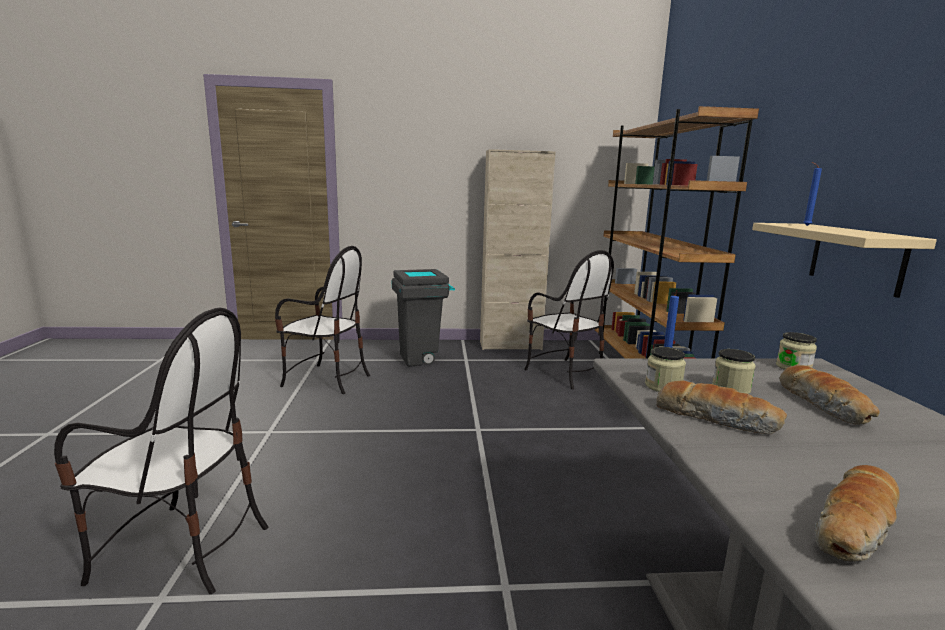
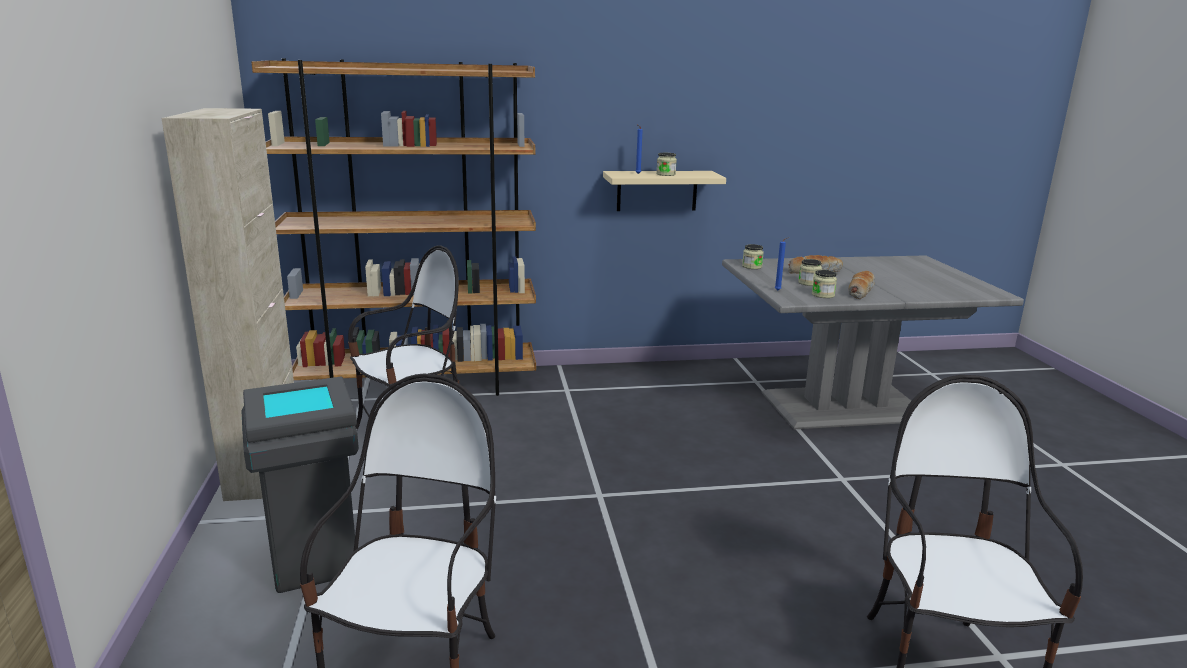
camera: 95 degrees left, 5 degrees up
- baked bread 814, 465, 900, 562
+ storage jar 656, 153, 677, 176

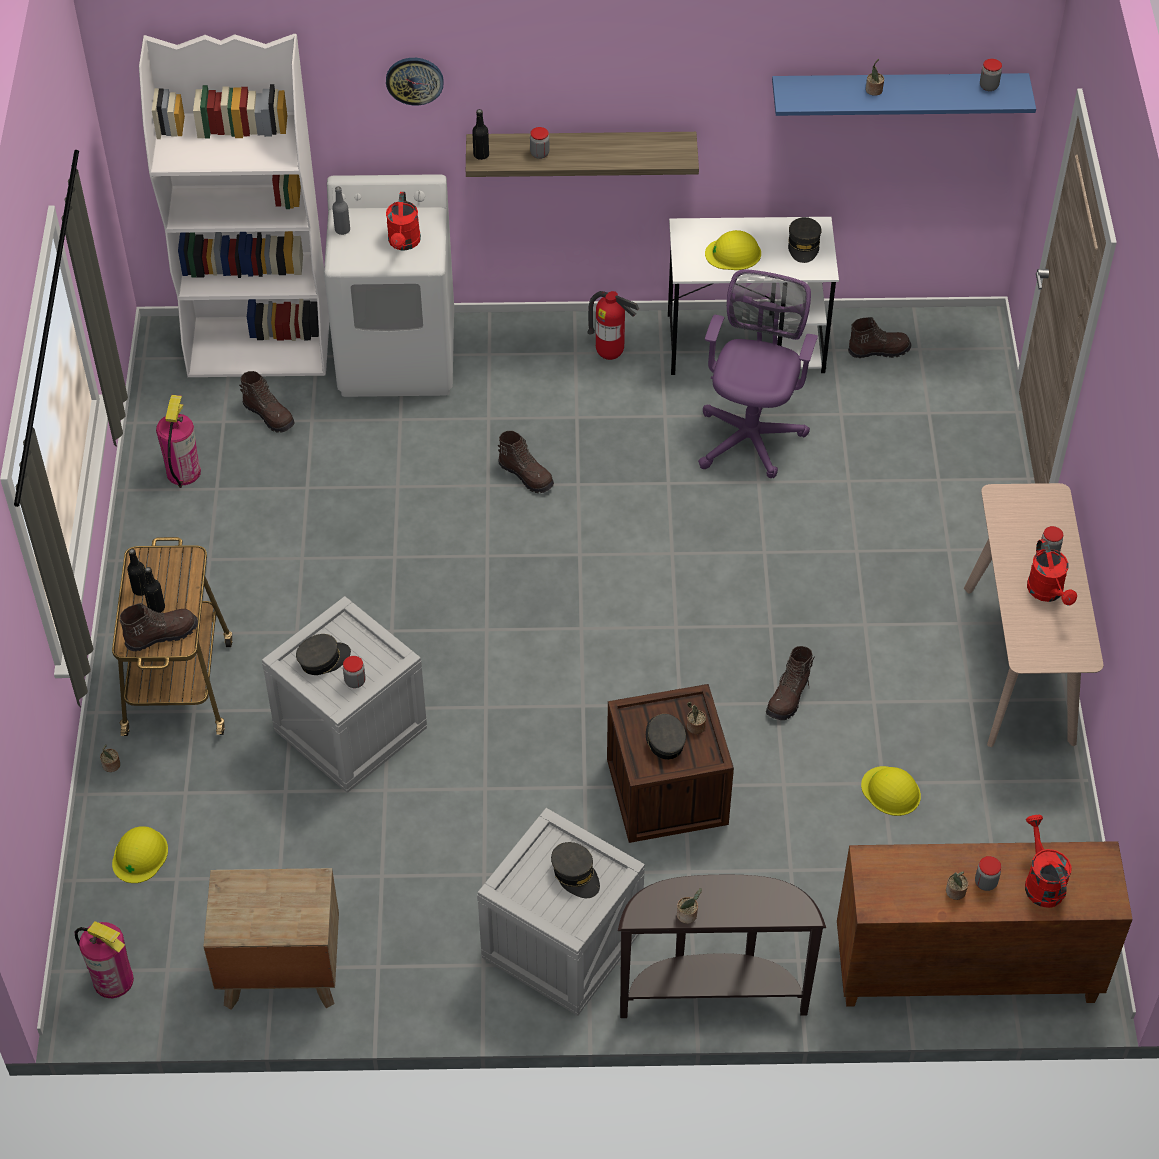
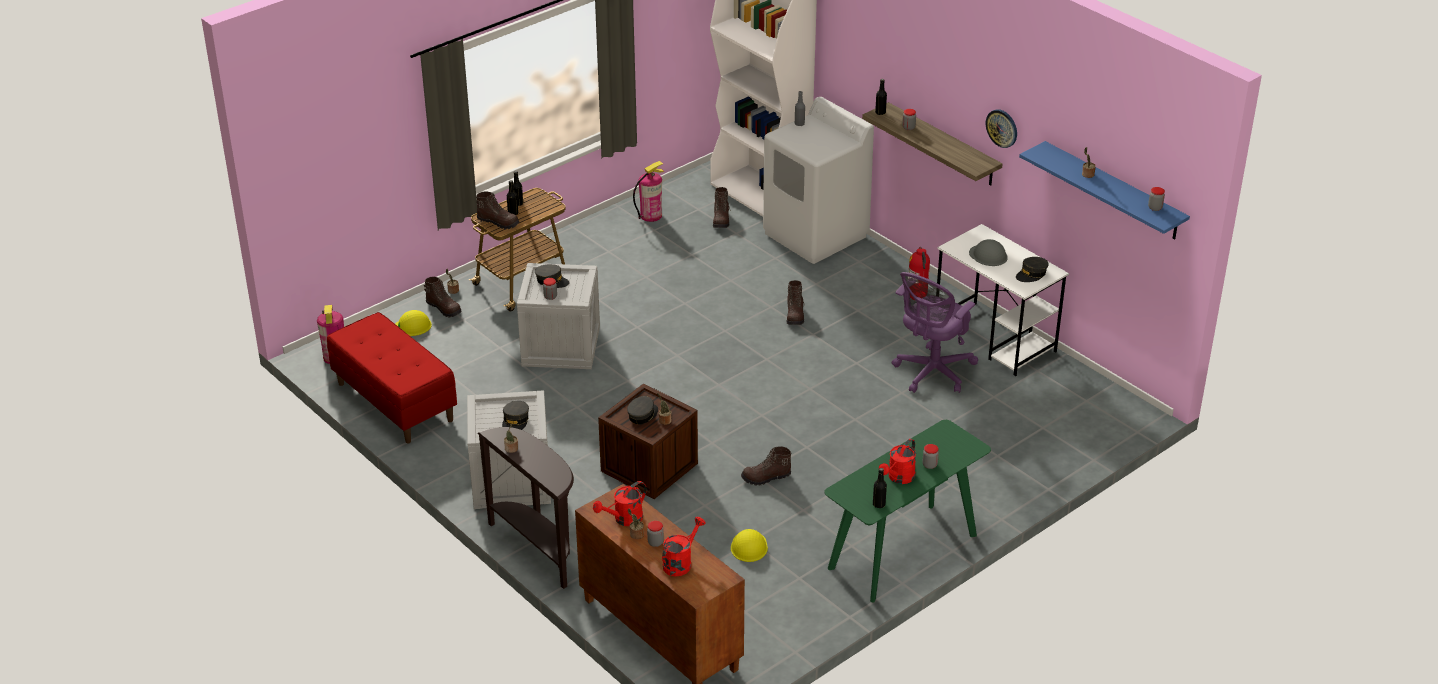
camera: 50 degrees right, 15 degrees down
~ hanging clock 386, 58, 444, 105 to 986, 109, 1017, 148
~ sprinkling can (red-coloured) 386, 192, 421, 250 to 593, 481, 647, 526
~ hard hat (yellow-coloured) 705, 230, 761, 270 to hard hat (greyish) 969, 239, 1008, 266
~ office chair (purplish) 698, 269, 818, 478 = 892, 272, 978, 393 150 degrees clockwise
~ tall boot (brownish) 848, 317, 911, 358 to 424, 277, 462, 317
~ narrow table (beige-coloured) 964, 483, 1103, 747 to narrow table (greenish) 824, 420, 991, 603
~ night table (brownish) 203, 868, 339, 1010 to long seat (red-coloured) 327, 312, 457, 443
+ drink bottle (blackish) 873, 468, 887, 508

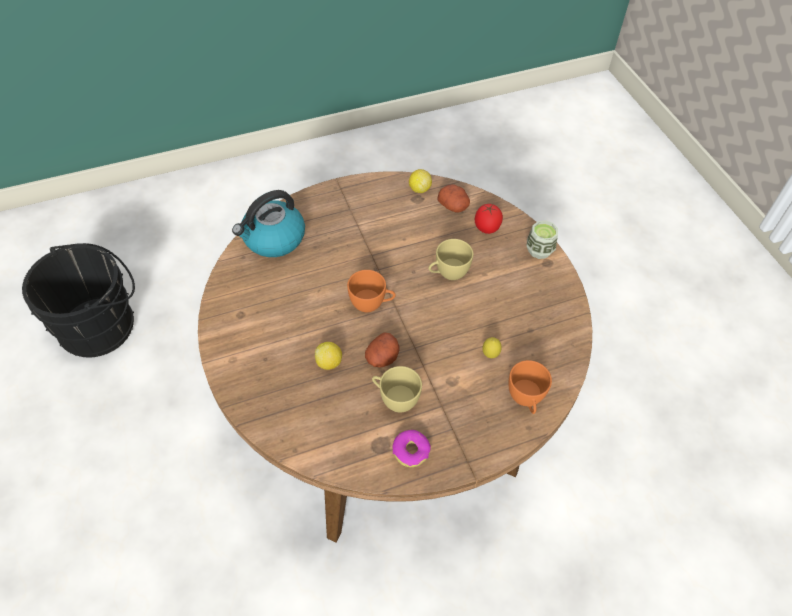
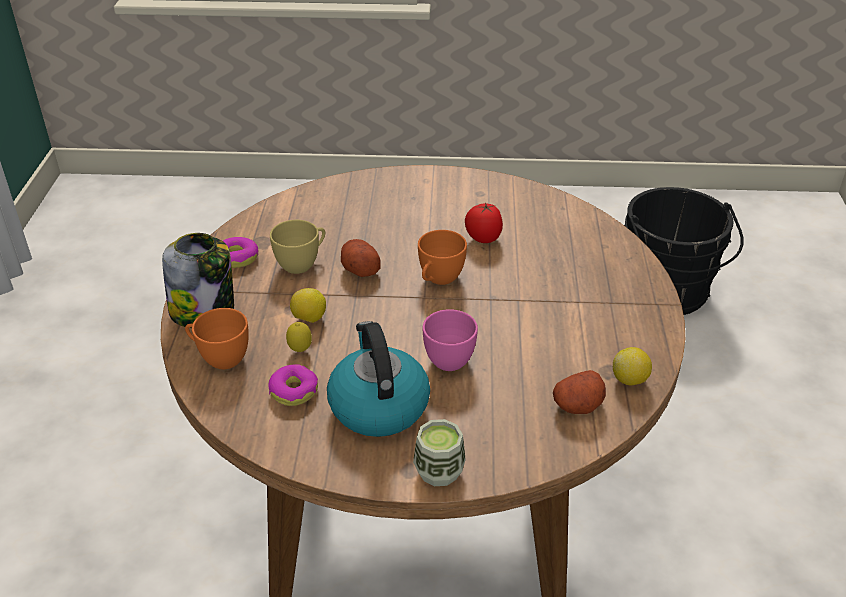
camera: 115 degrees right, 15 degrees down
~ water kettle 232, 190, 305, 257 to 327, 321, 430, 437
~ fresh tomato 475, 204, 503, 234 to 465, 202, 503, 243
~ drinking cup (yellow-coloured) 429, 239, 473, 280 to drinking cup (pinkish) 423, 309, 478, 371
~ lemon 315, 342, 342, 370 to 290, 288, 326, 323
+ storage jar 162, 233, 234, 328
+ ring doughnut 268, 364, 318, 406

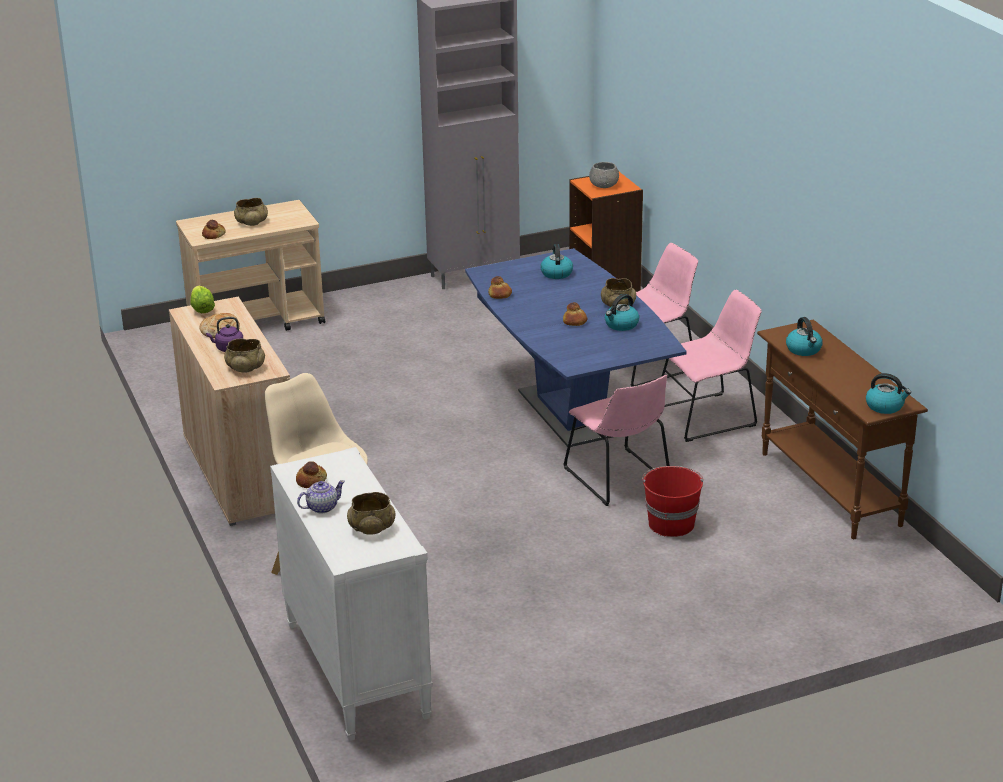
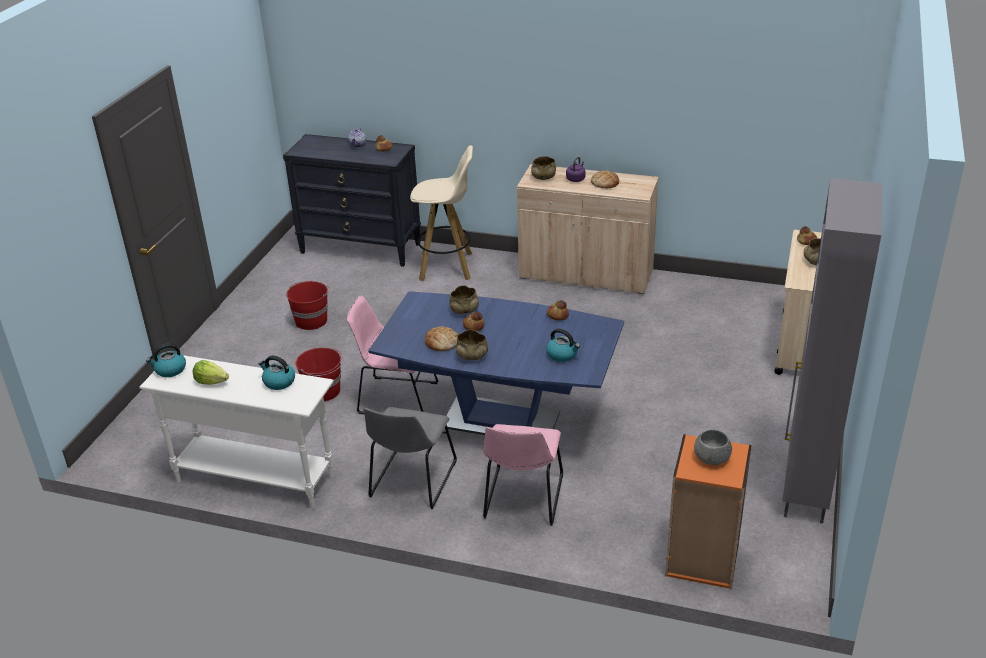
camera: 130 degrees right, 5 degrees up
~ lettuce 190, 286, 215, 313 to 193, 360, 229, 385
~ plain chair (pinkish) 661, 290, 762, 442 to plain chair (greyish) 363, 407, 457, 509
~ water kettle 605, 294, 639, 331 to baked bread 425, 326, 458, 351
~ narrow table (brownish) 757, 320, 928, 539 to narrow table (whitish) 139, 355, 334, 509
~ drawer chest (whitish) 270, 447, 433, 741 to drawer chest (blackish) 283, 134, 421, 267
~ serving bowl (beige-coloured) 347, 492, 395, 535 to 450, 285, 479, 314
+ water bucket (red-coloured) 286, 281, 330, 330

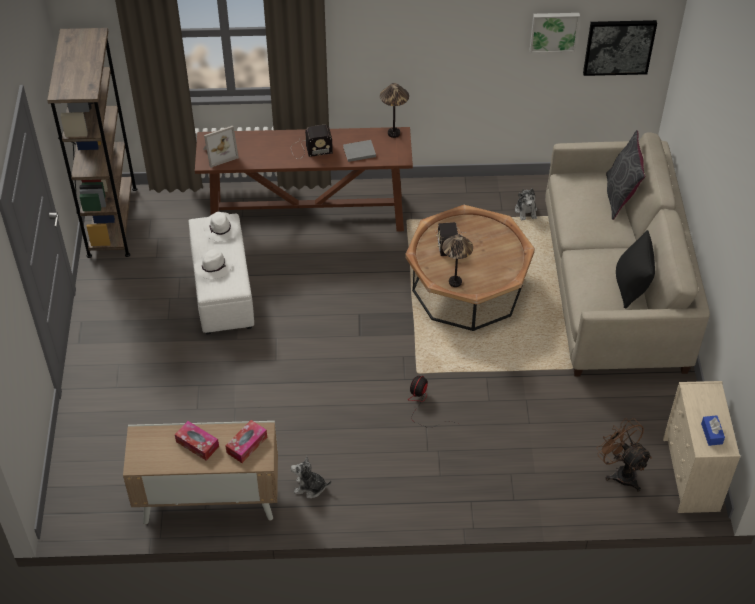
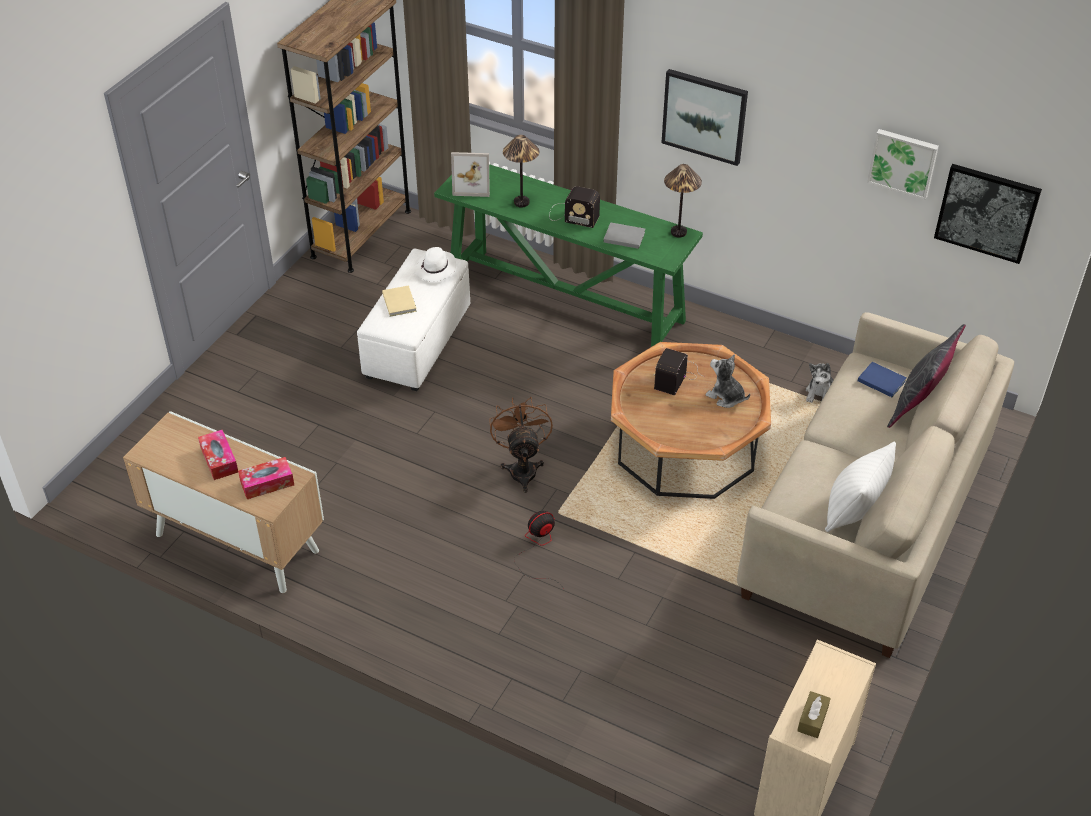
camera: 30 degrees right, 5 degrees down
~ narrow table (brownish) 195, 127, 413, 232 to narrow table (greenish) 434, 164, 703, 347
~ pillow (blackish) 616, 230, 655, 308 to pillow (whitish) 825, 441, 896, 532
~ tabletop lamp 442, 234, 473, 287 to 503, 135, 539, 208
~ clothing hat (whitish) 194, 249, 233, 279 to book (beige-coloured) 382, 286, 417, 317
~ tissue holder (blue-coloured) 701, 415, 725, 446 to tissue holder (brownish) 797, 691, 831, 738
~ fan (brownish) 597, 418, 652, 492 to 489, 397, 553, 493
~ soft toy 291, 456, 331, 498 to 706, 354, 750, 408
+ picture 661, 69, 748, 166
+ book (blue-coloured) 858, 362, 907, 397

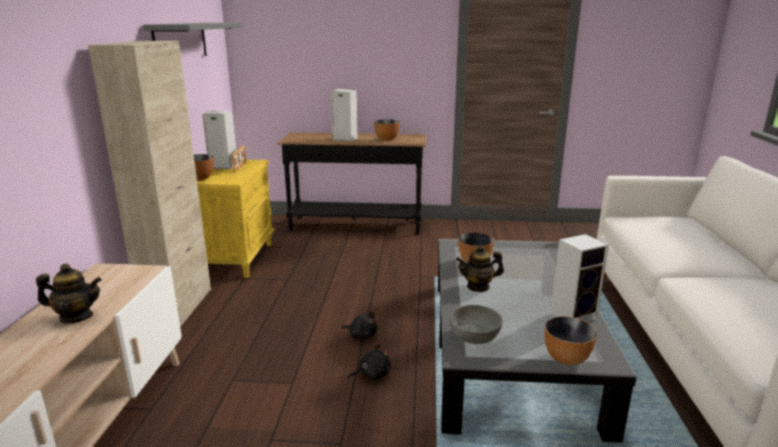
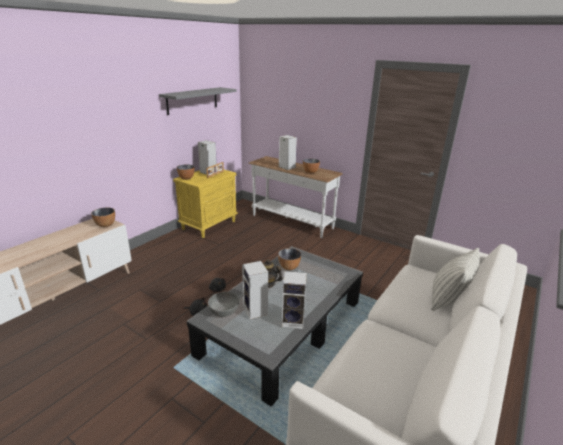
camera: 30 degrees right, 5 degrees up
- storage cabinet (beige-coloured) 88, 41, 211, 327
~ narrow table (blackish) 277, 133, 426, 235 to narrow table (whitish) 248, 156, 342, 238
- pot for tea 36, 263, 102, 324
~ serving bowl 544, 316, 597, 365 to 91, 208, 115, 227
+ pillow 431, 248, 480, 311
+ audio speaker 242, 261, 268, 319

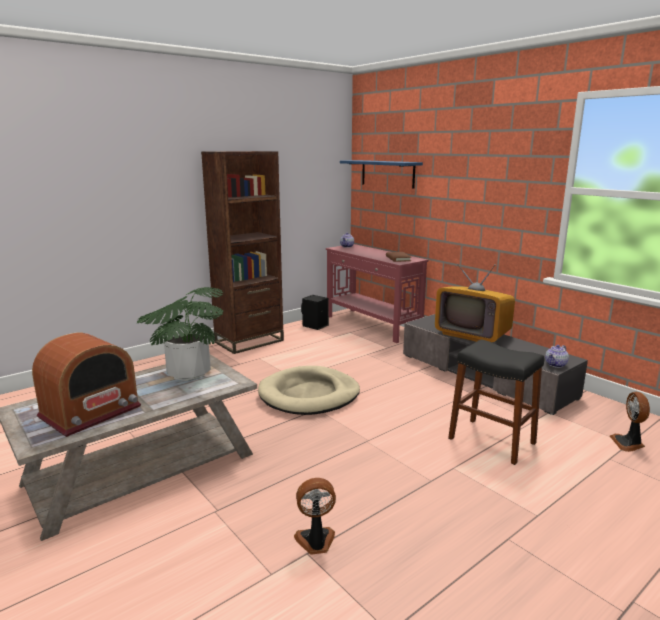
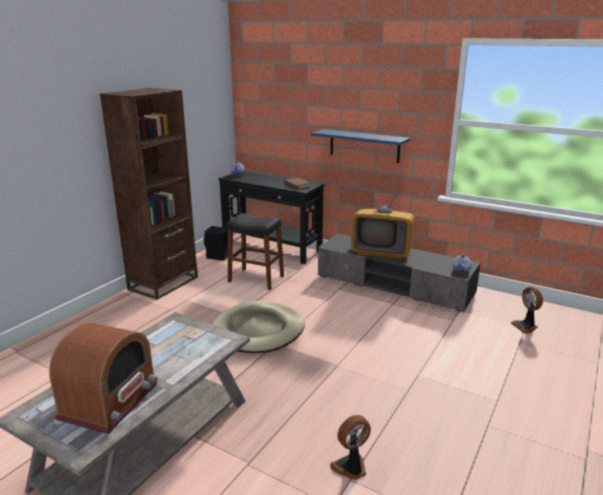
camera: 20 degrees left, 5 degrees up
~ bracket shelf (blue-coloured) 340, 160, 423, 189 to 311, 129, 410, 163
~ narrow table (red-coloured) 326, 244, 428, 343 to narrow table (blackish) 218, 171, 324, 264
- houseplant 137, 287, 223, 381
~ stool (blackish) 448, 340, 544, 465 to 226, 213, 284, 290

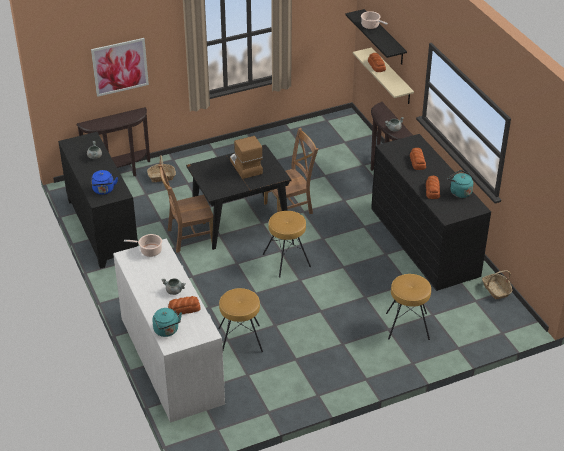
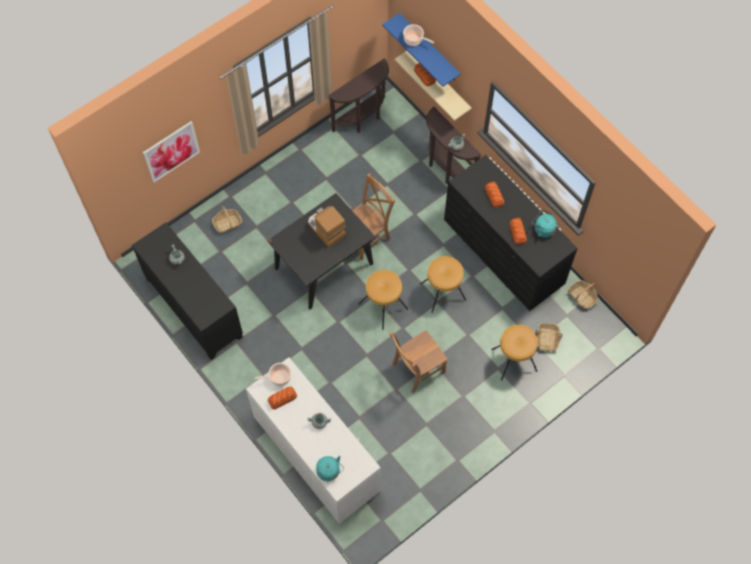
camera: 15 degrees left, 25 degrees up
~ bracket shelf (blackish) 345, 9, 407, 65 to bracket shelf (blue-coloured) 382, 13, 461, 87
~ narrow table (brownish) 76, 107, 150, 176 to 328, 58, 389, 133
~ plain chair (brownish) 158, 164, 213, 253 to 389, 330, 448, 393
- water kettle (blue-coloured) 91, 170, 118, 195
~ stool (brownish) 218, 288, 263, 352 to 419, 256, 466, 313
~ baked bread 168, 296, 201, 315 to 268, 387, 297, 409
+ basket 537, 323, 563, 351

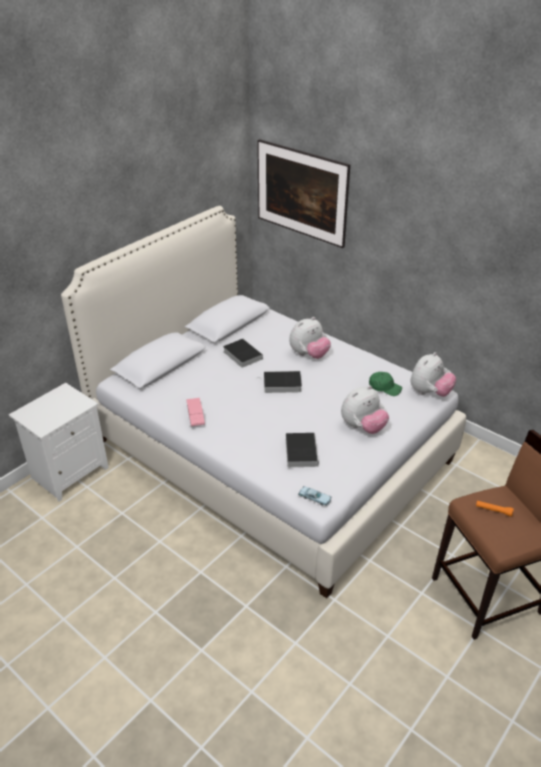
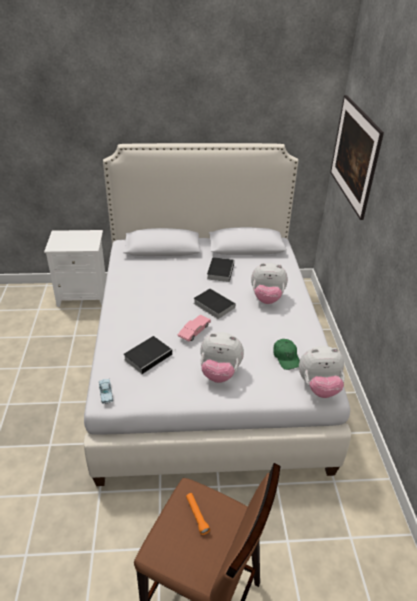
camera: 45 degrees right, 0 degrees up
~ miniature car (pinkish) 186, 398, 205, 426 to 177, 315, 211, 341

